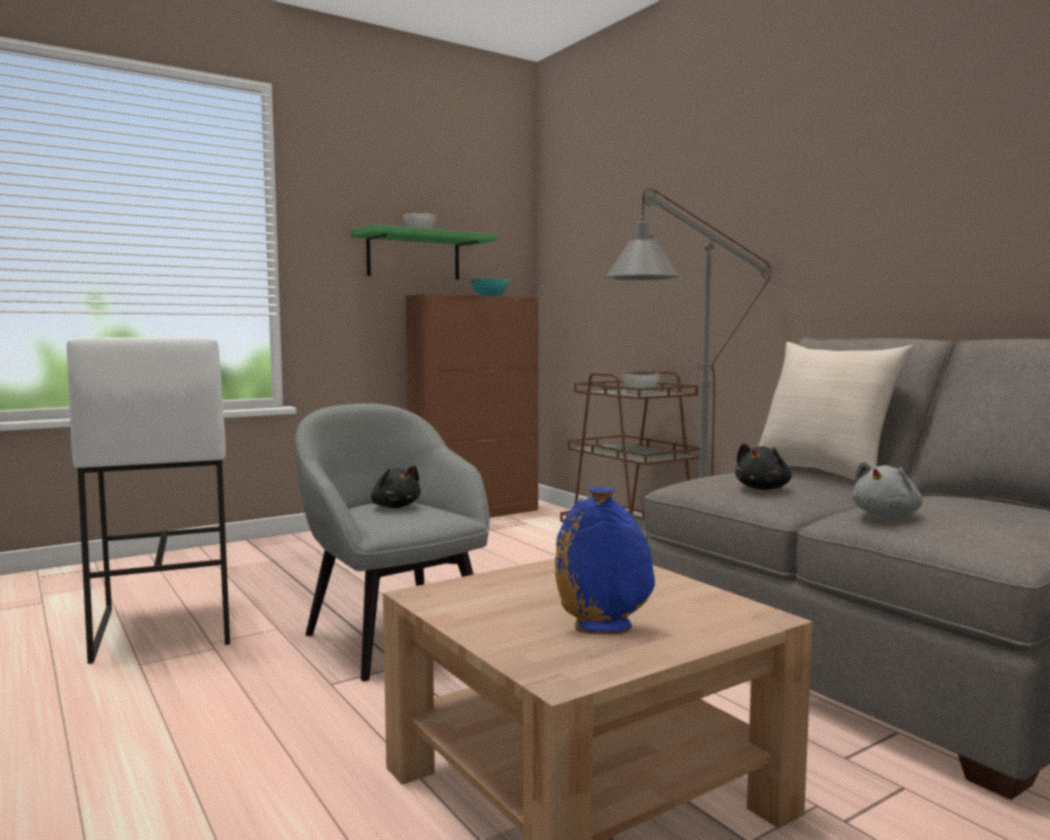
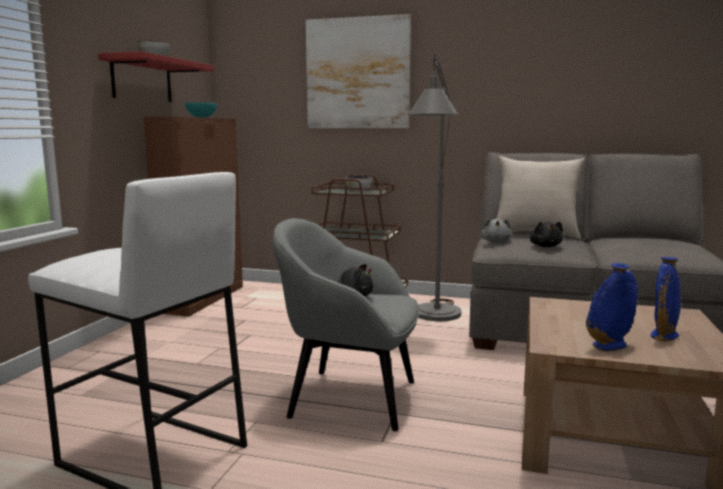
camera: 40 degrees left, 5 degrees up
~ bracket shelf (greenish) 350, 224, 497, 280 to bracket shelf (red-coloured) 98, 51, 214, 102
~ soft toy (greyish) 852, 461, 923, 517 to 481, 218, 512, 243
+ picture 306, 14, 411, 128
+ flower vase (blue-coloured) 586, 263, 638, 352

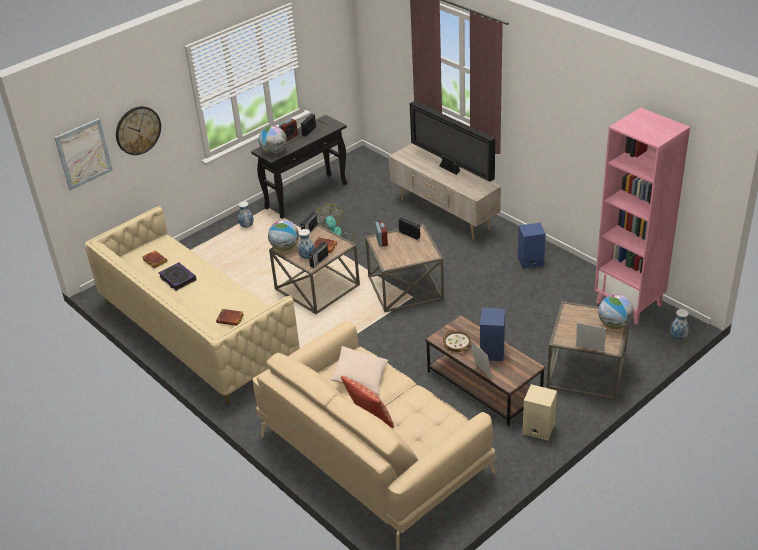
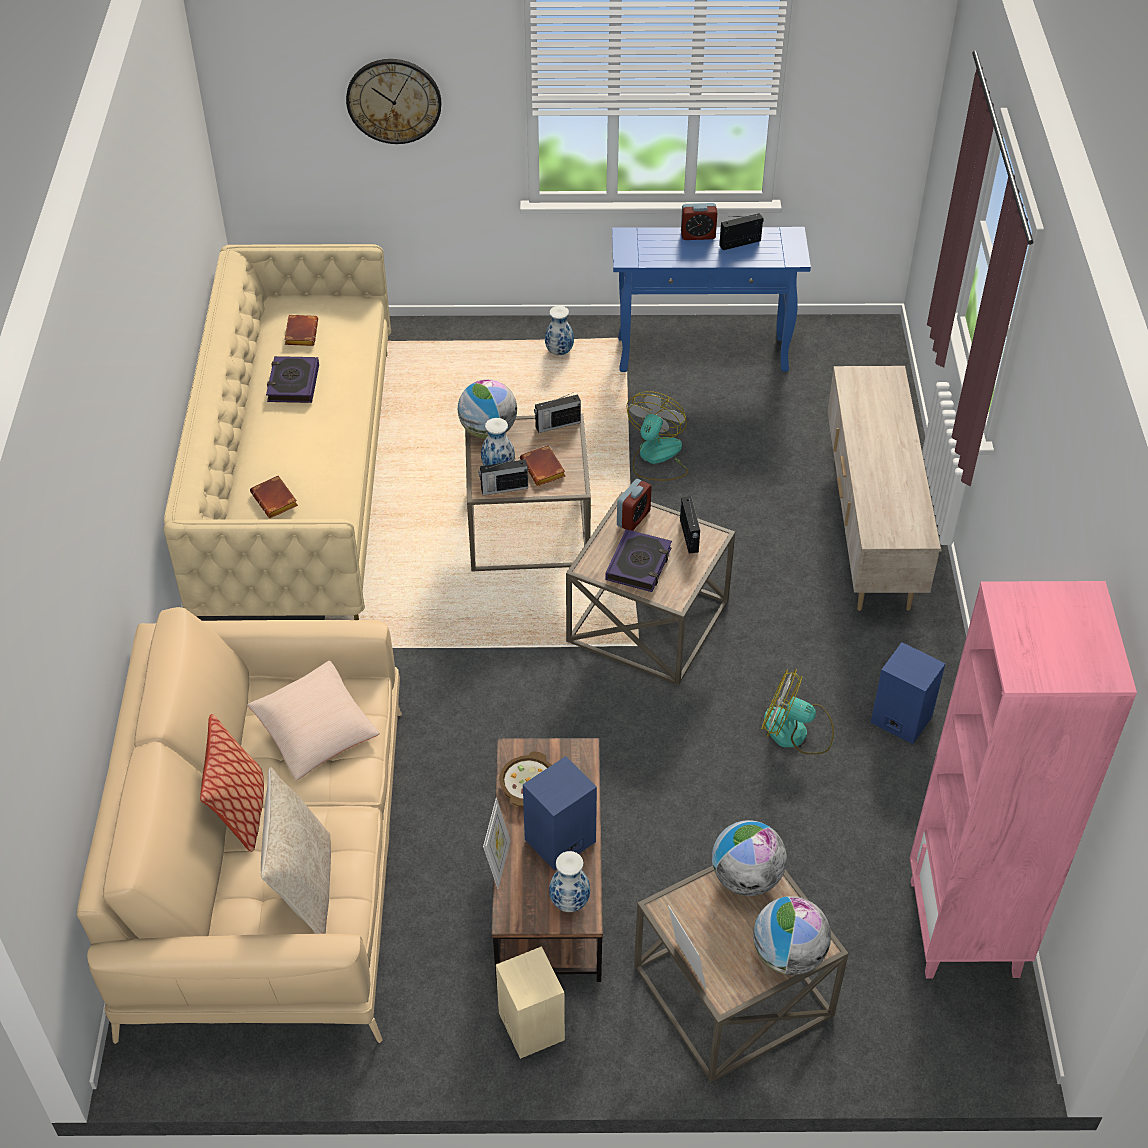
camera: 40 degrees right, 10 degrees up
- television 410, 101, 495, 182
~ narrow table (blackish) 251, 115, 347, 219 to narrow table (blue-coloured) 612, 227, 811, 372
- picture 54, 118, 113, 190
~ globe 258, 126, 287, 154 to 712, 820, 787, 896
~ flower vase 670, 309, 689, 339 to 549, 851, 590, 912
+ book 605, 529, 672, 592
+ fan 761, 669, 834, 755
+ pillow (beige-coloured) 261, 768, 331, 934

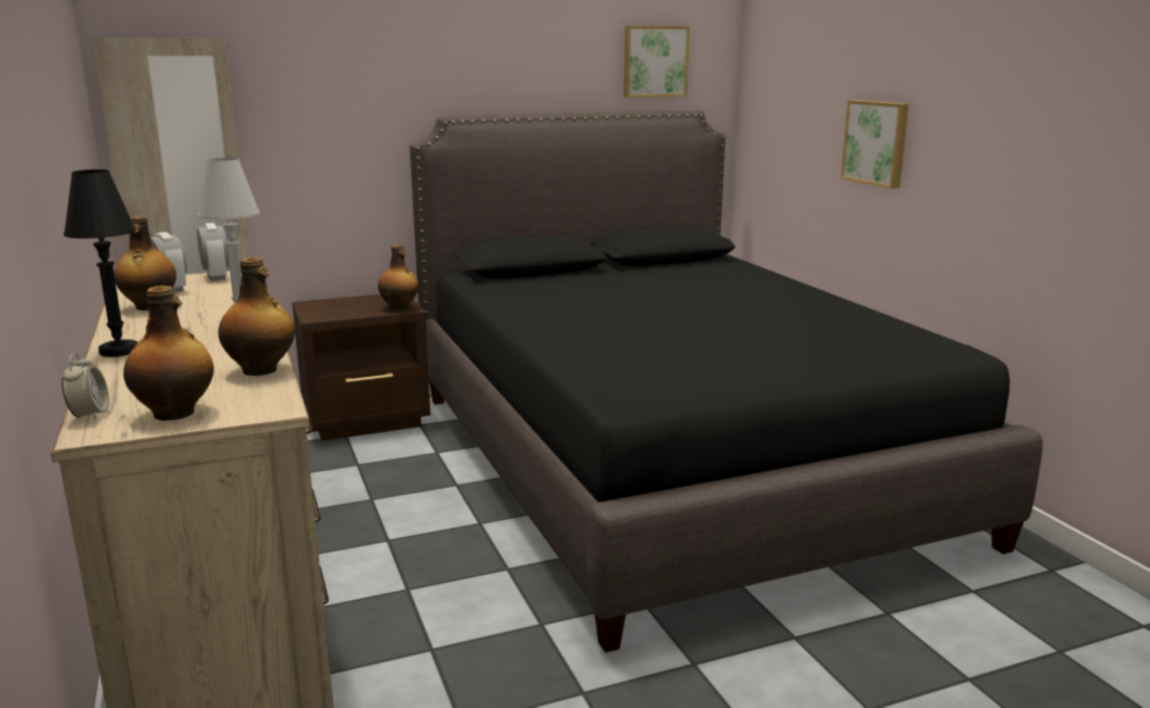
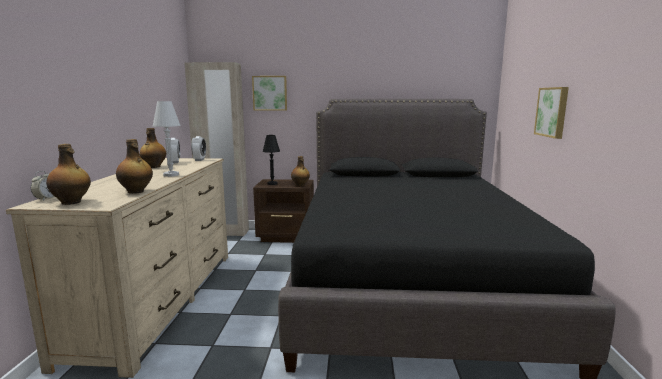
camera: 25 degrees right, 5 degrees down
~ picture 624, 26, 690, 97 to 252, 76, 287, 111
~ tabletop lamp (blackish) 64, 169, 138, 357 to 263, 135, 280, 185

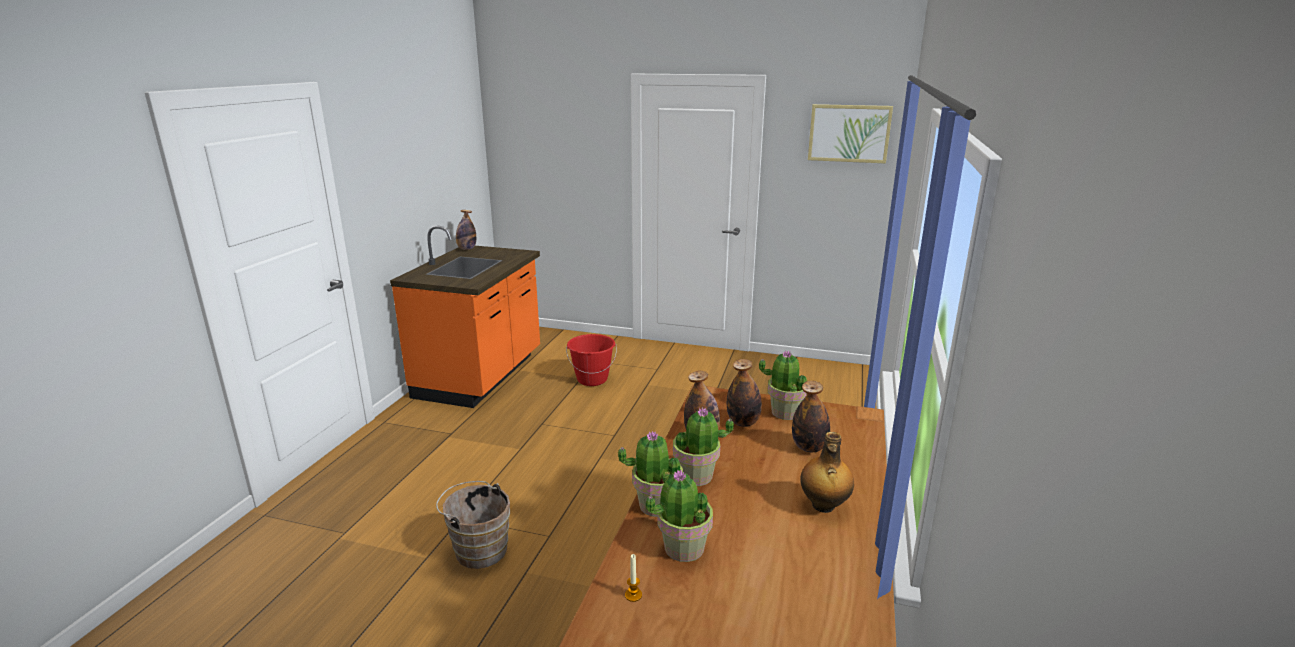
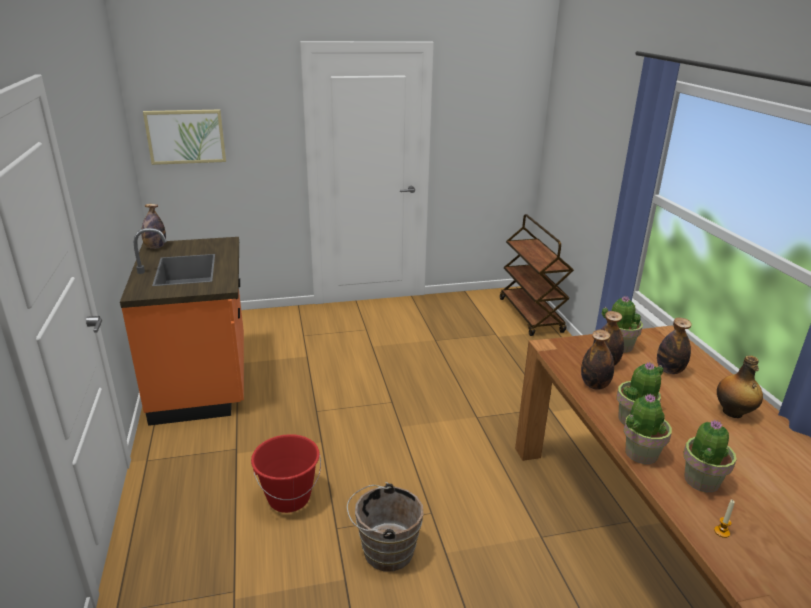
camera: 30 degrees left, 5 degrees up
~ picture 808, 104, 893, 163 to 143, 110, 226, 165
~ water bucket (red-coloured) 566, 334, 617, 386 to 251, 434, 321, 513
+ trolley (brownish) 500, 214, 574, 336

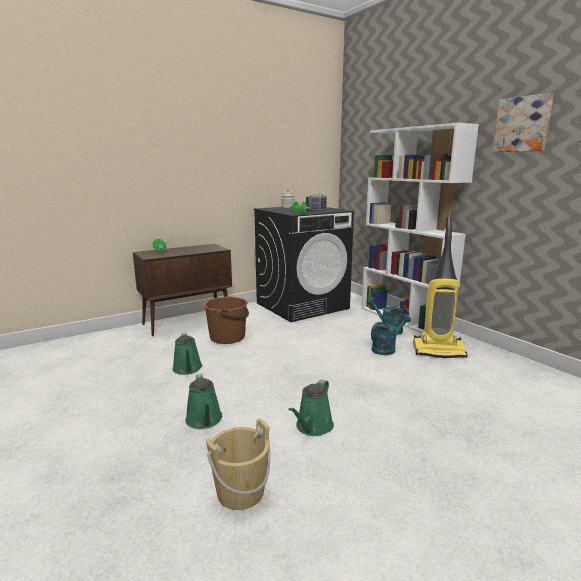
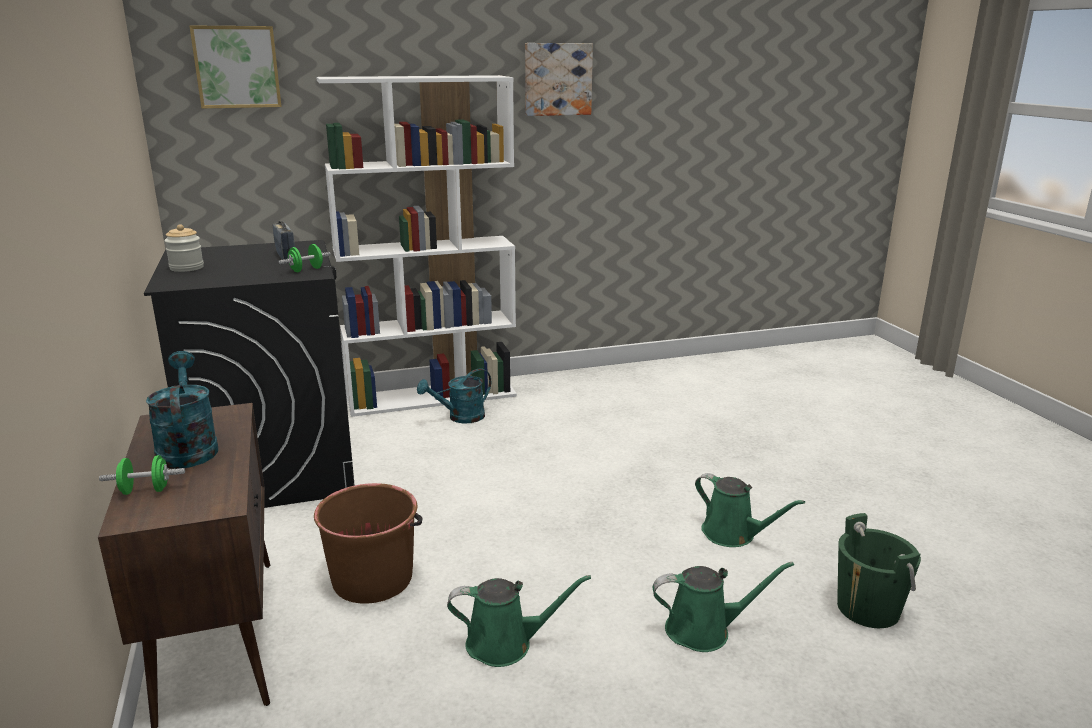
camera: 75 degrees left, 5 degrees up
- vacuum 413, 217, 468, 358
~ sprinkling can (turquoise) 371, 314, 411, 355 to 146, 351, 218, 469
~ water bucket (beige-coloured) 206, 418, 270, 510 to water bucket (greenish) 837, 513, 921, 628
+ picture 190, 25, 282, 108

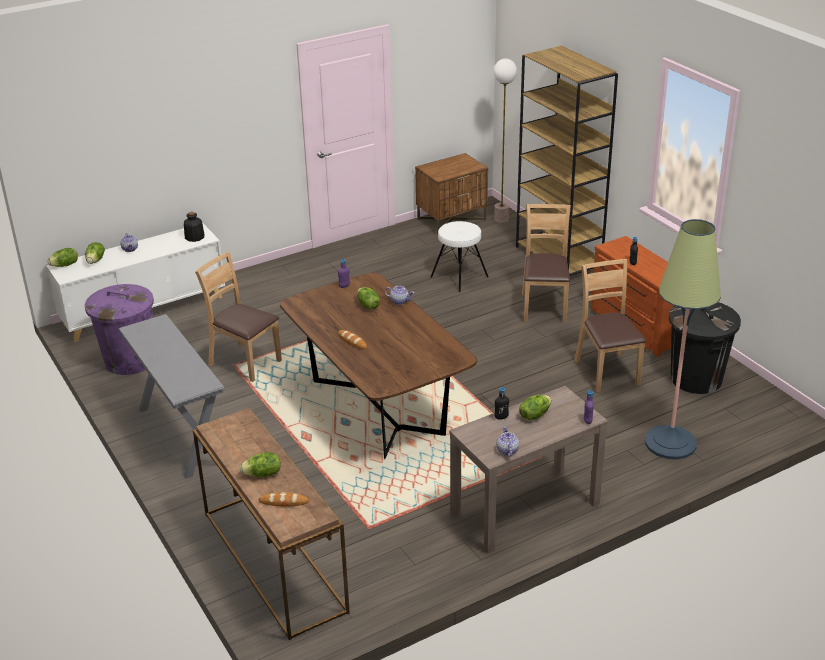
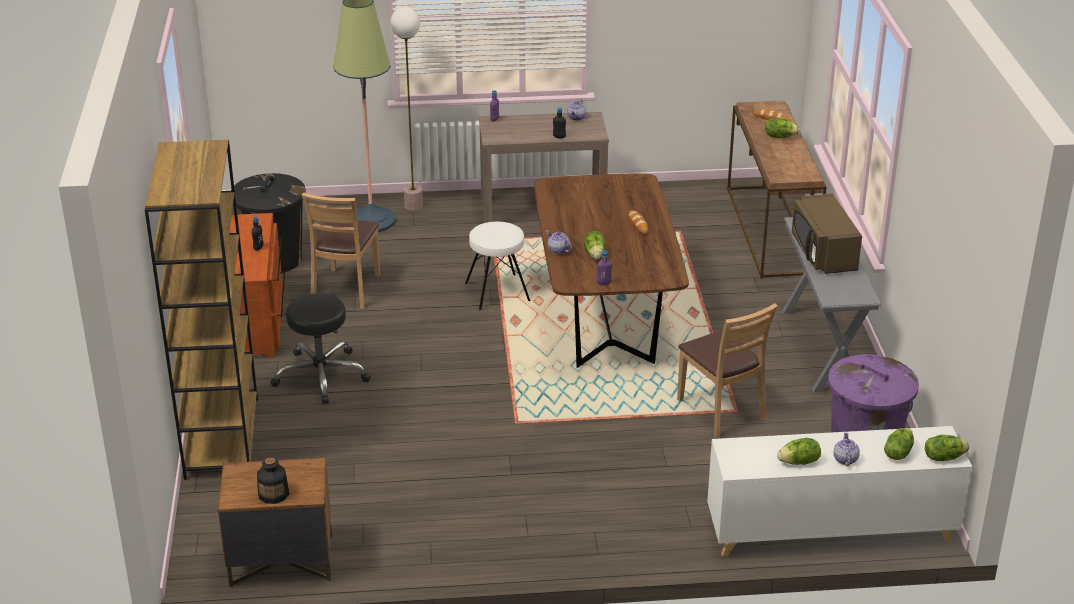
camera: 155 degrees left, 0 degrees up
~ floor lamp 494, 58, 517, 223 to 390, 7, 423, 211
~ plain chair (brownish) 522, 204, 571, 323 to stool (blackish) 271, 293, 371, 404
~ drink bottle 184, 212, 205, 242 to 257, 458, 289, 504
~ stool (whitish) 430, 221, 489, 292 to 465, 222, 531, 310
~ lettuce 519, 395, 552, 420 to 777, 438, 821, 465
+ microwave oven (brownish) 791, 193, 862, 274

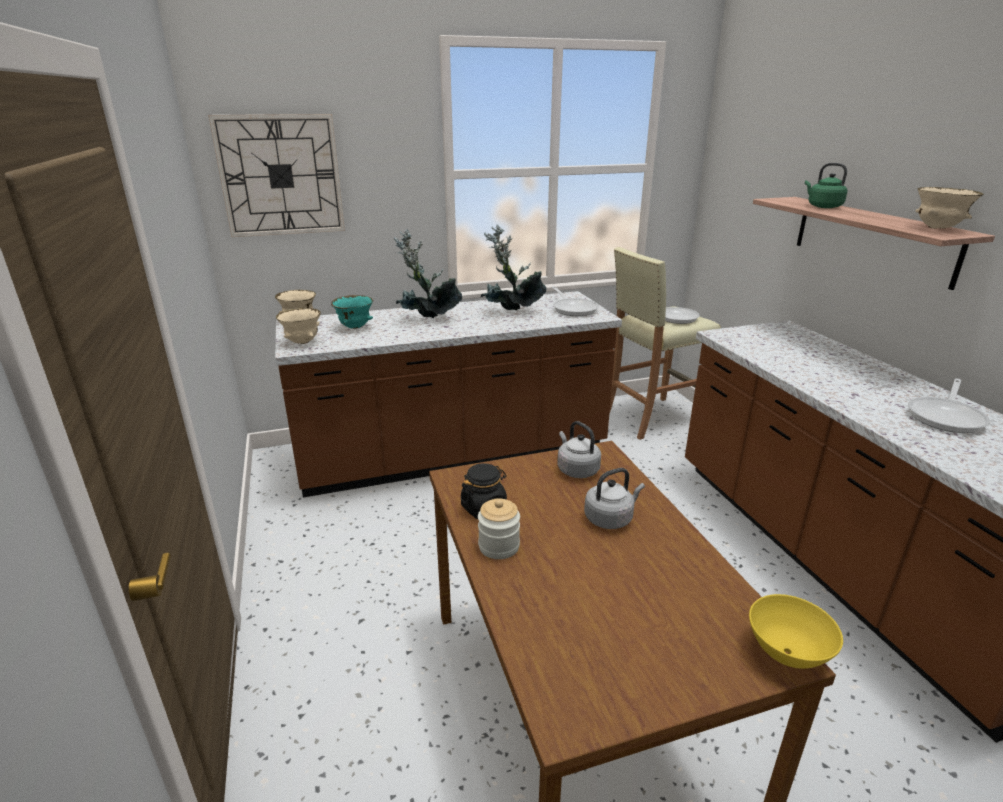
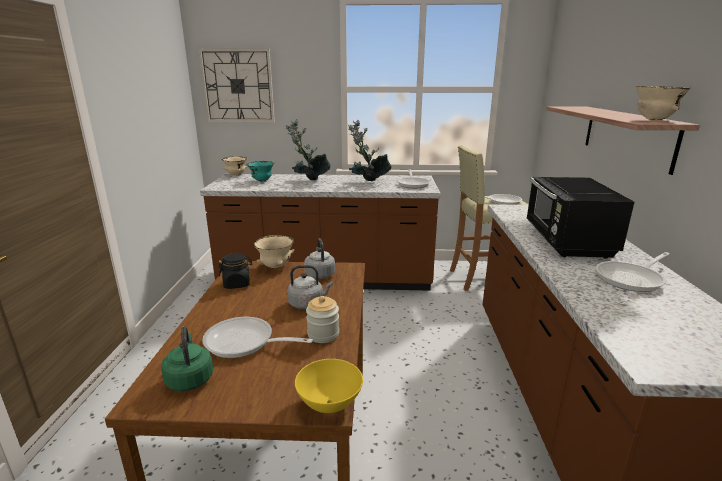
camera: 20 degrees right, 5 degrees down
~ water kettle (greenish) 805, 163, 847, 208 to 161, 326, 213, 391
~ serving bowl (beige-coloured) 276, 308, 321, 344 to 254, 235, 295, 269
~ storage jar 478, 498, 520, 559 to 306, 296, 339, 343
+ microwave oven (blackish) 526, 177, 634, 259
+ frying pan 202, 317, 313, 358

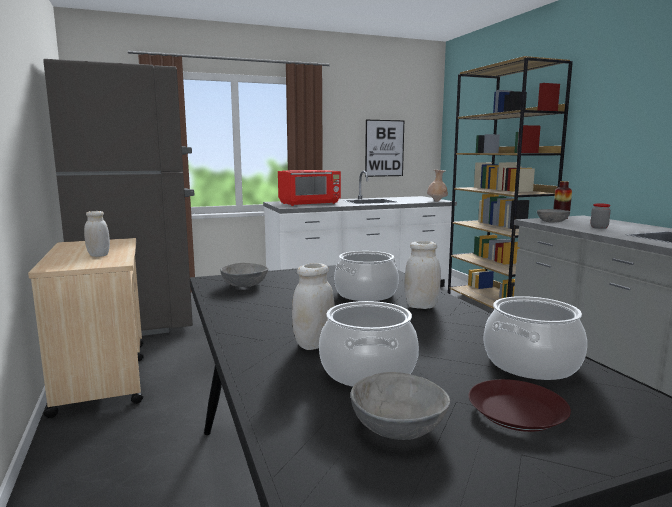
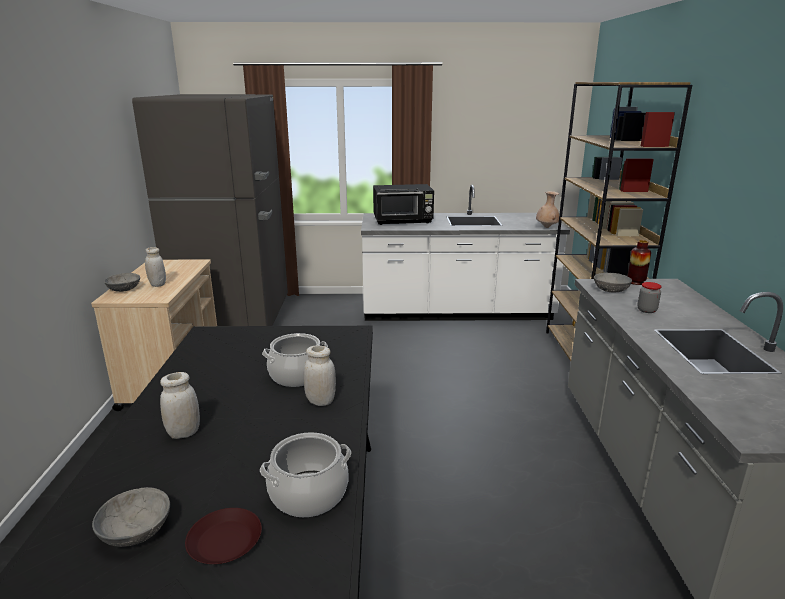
camera: 20 degrees right, 10 degrees up
- picture 365, 120, 404, 177
~ microwave oven (red-coloured) 278, 170, 341, 206 to microwave oven (blackish) 373, 184, 434, 225
~ serving bowl (greyish) 220, 263, 268, 287 to 104, 273, 140, 292
- cooking pot 319, 301, 419, 387

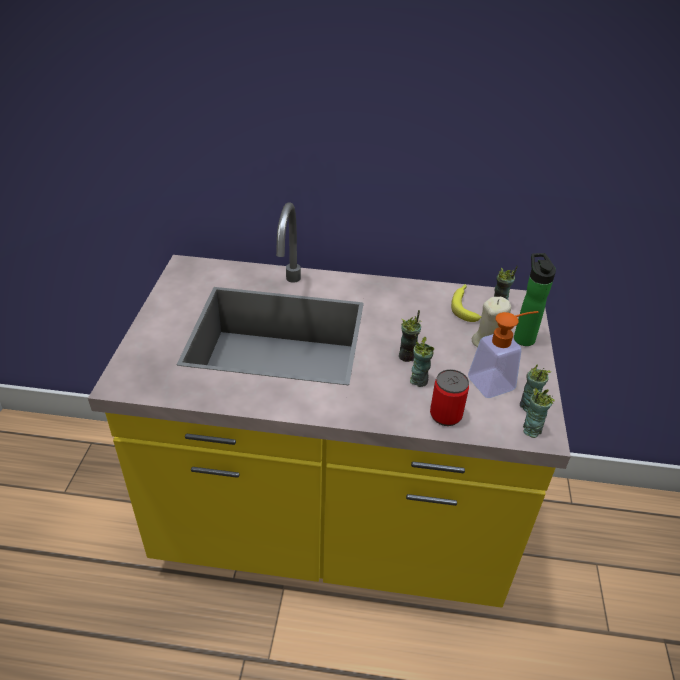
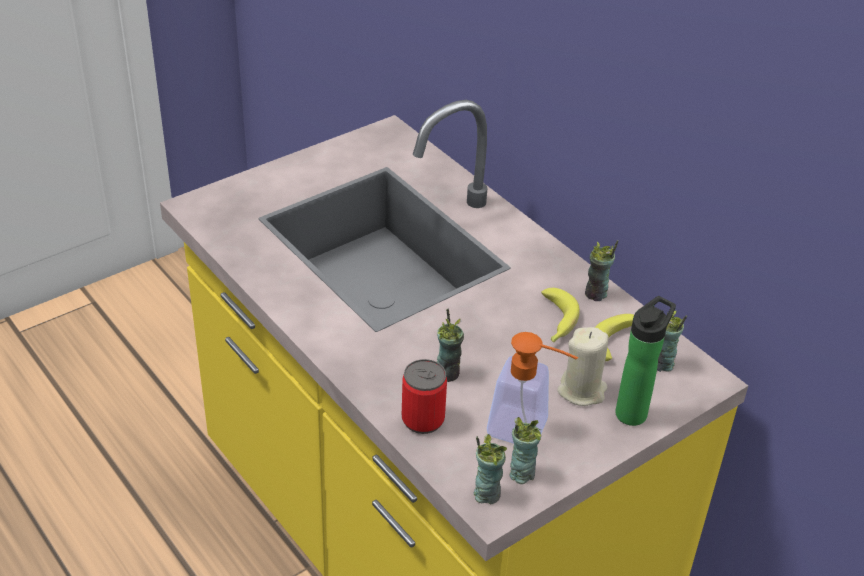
camera: 45 degrees right, 0 degrees up
~ drinking cup 399, 310, 421, 362 to 585, 240, 618, 301
+ banana 541, 288, 580, 342

